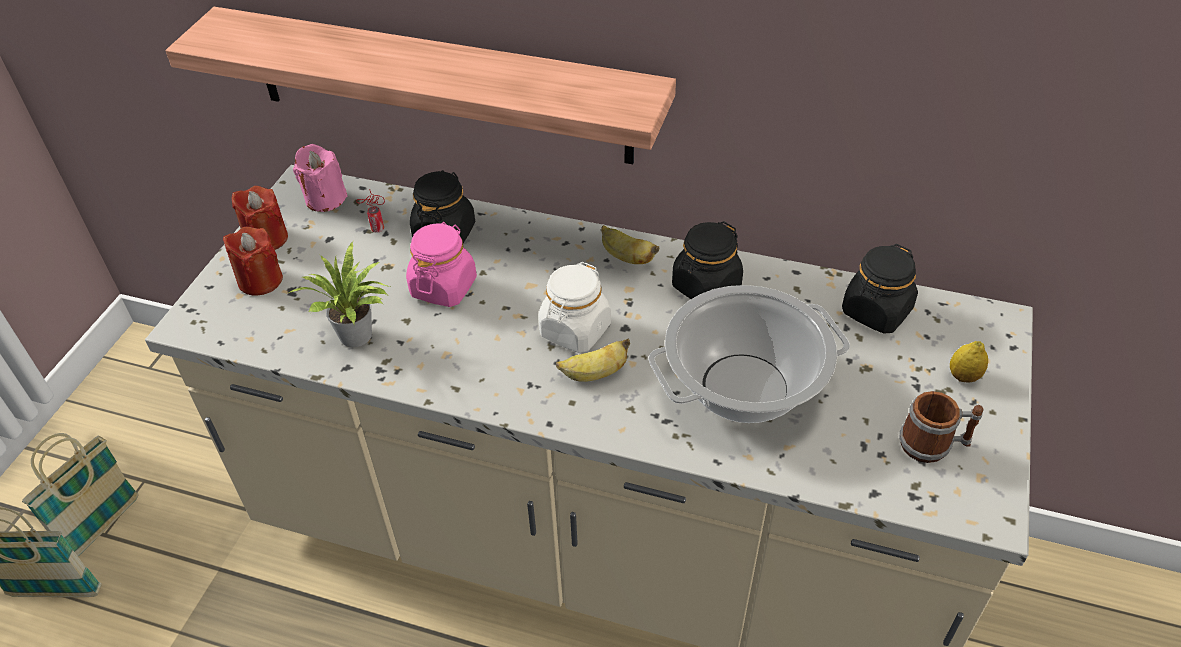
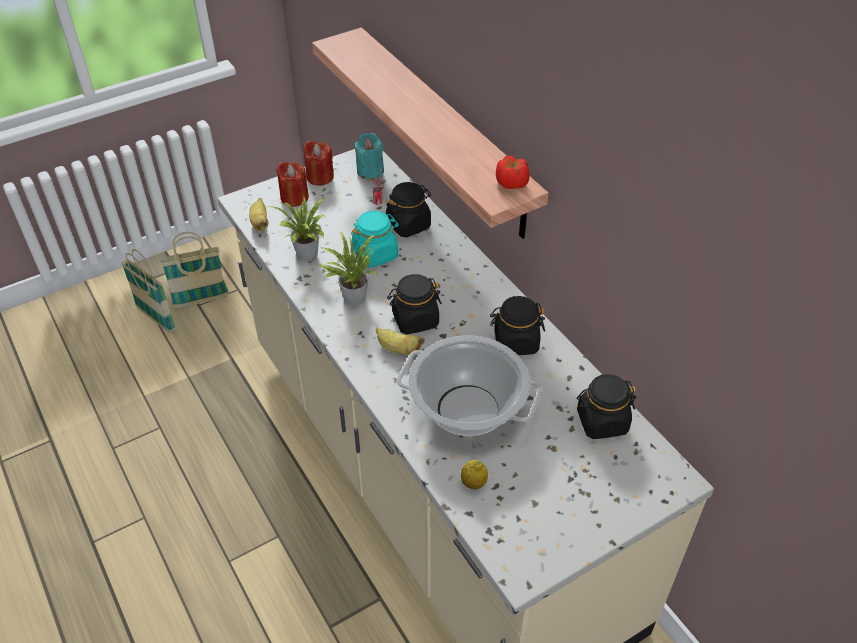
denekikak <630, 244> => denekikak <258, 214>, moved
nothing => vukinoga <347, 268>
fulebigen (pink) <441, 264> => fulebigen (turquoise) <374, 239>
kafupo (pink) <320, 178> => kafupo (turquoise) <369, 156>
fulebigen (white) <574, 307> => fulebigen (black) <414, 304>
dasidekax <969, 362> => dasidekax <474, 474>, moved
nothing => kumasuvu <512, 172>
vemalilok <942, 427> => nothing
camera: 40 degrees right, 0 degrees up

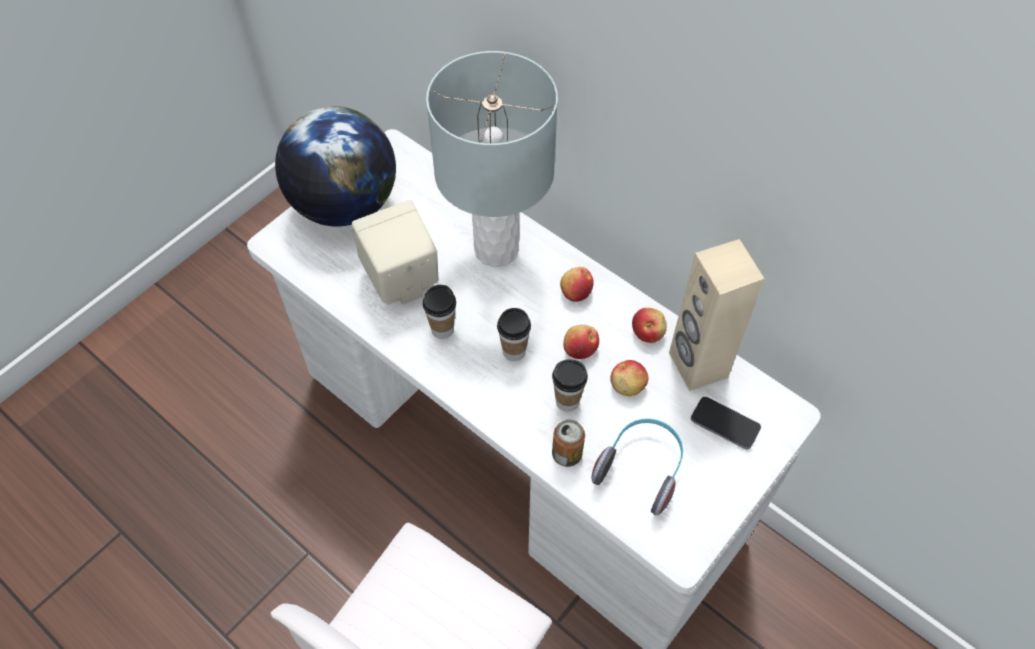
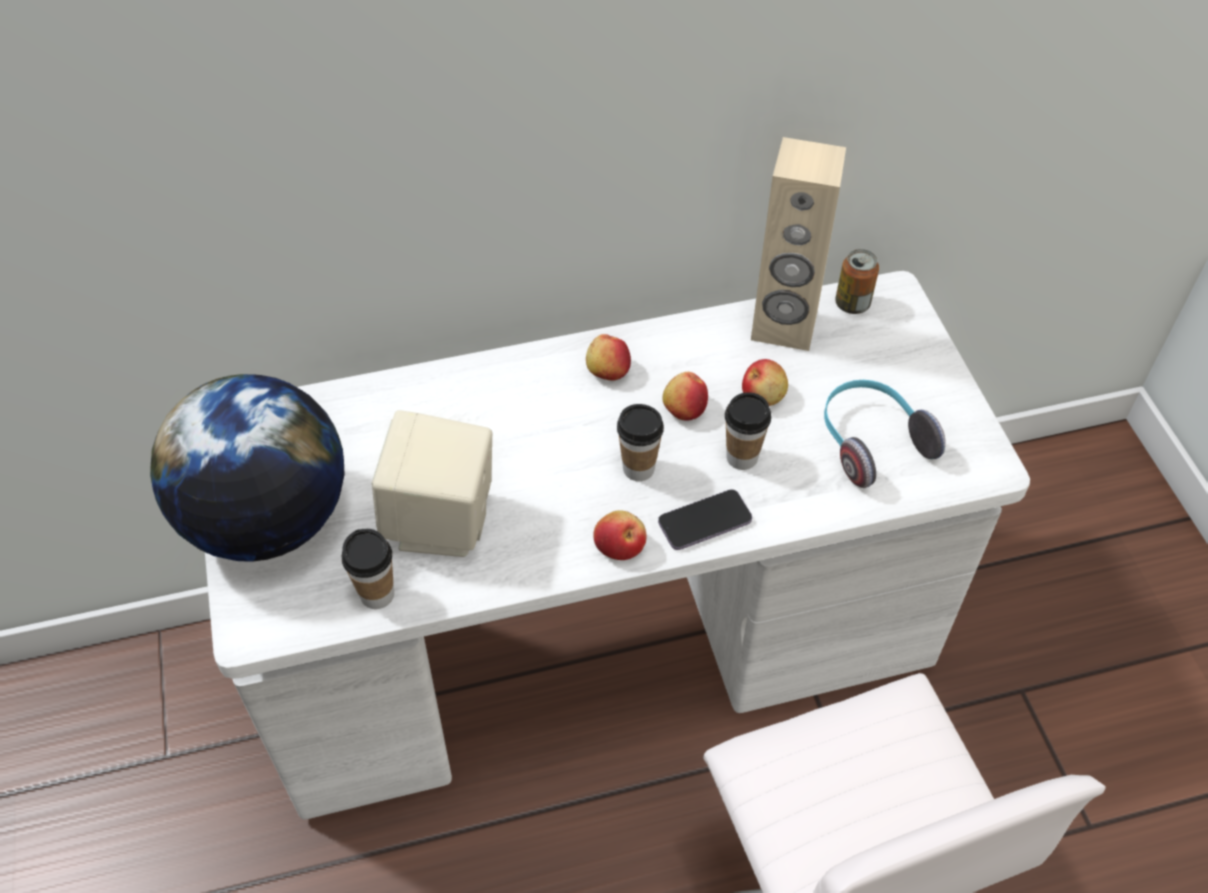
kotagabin <439, 312> => kotagabin <368, 569>, moved
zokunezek <649, 325> => zokunezek <620, 535>, moved
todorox <726, 423> => todorox <705, 519>, moved
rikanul <568, 443> => rikanul <857, 281>, moved
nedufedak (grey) <492, 159> => nothing
camera: 55 degrees left, 5 degrees down

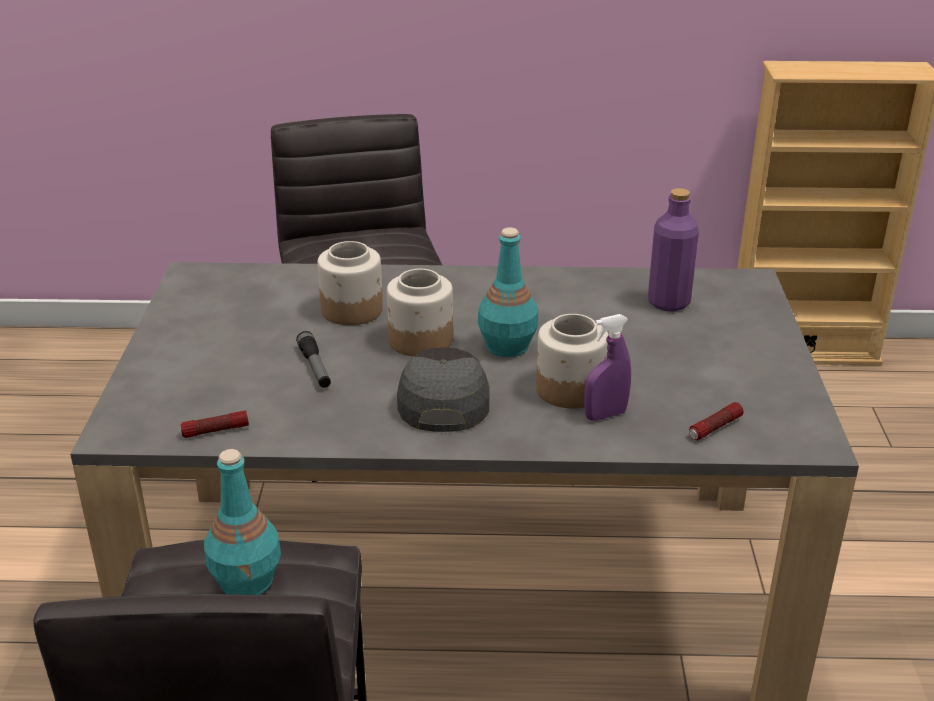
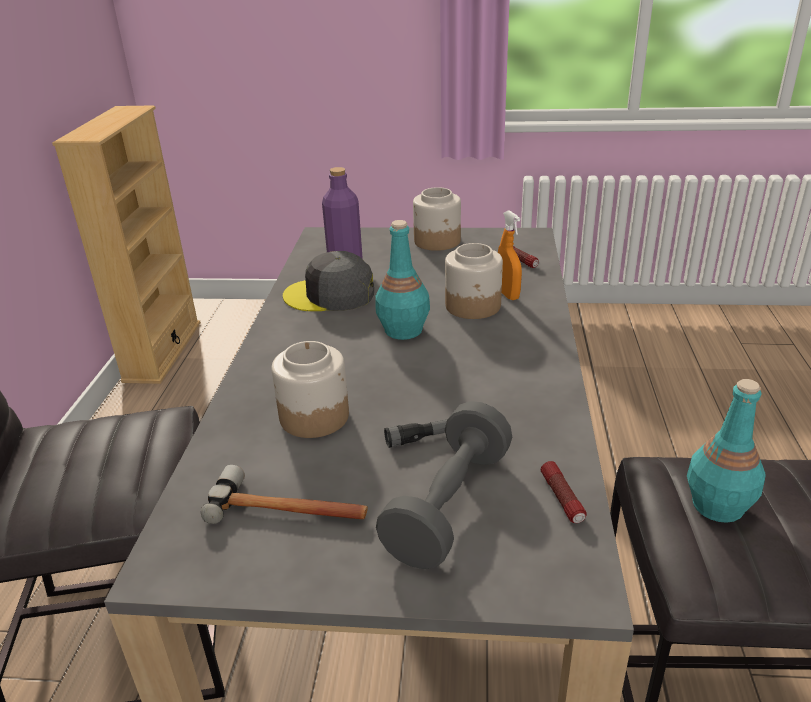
nothing => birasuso <284, 494>
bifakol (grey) <443, 389> => bifakol (grey) <328, 281>, moved
nothing => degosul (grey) <444, 485>
fulebigen <420, 313> => fulebigen <437, 219>, moved
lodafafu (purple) <607, 367> => lodafafu (orange) <510, 255>
camera: 85 degrees left, 0 degrees up

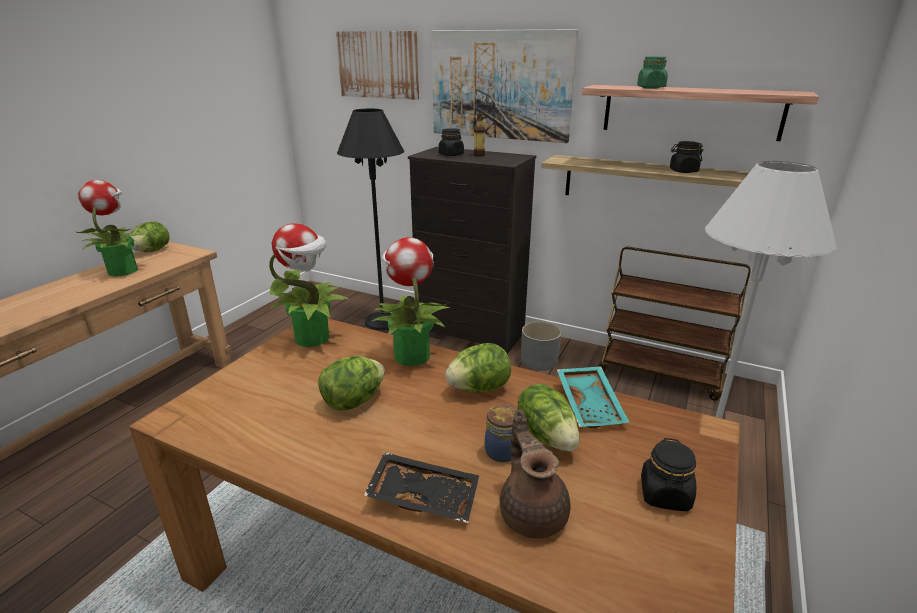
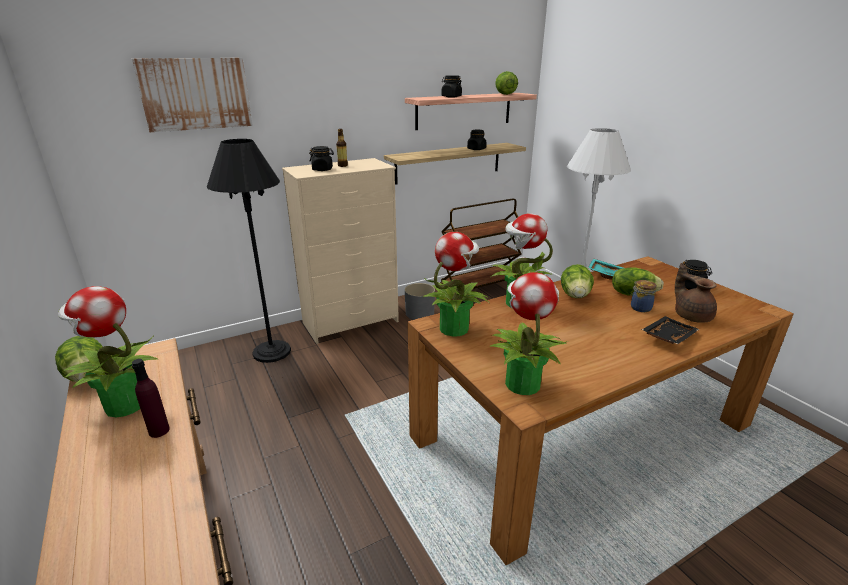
nothing => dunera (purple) <151, 398>
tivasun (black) <472, 250> => tivasun (beige) <340, 251>
fulebigen (green) <652, 72> => fulebigen (black) <451, 86>
nothing => vukinoga <528, 333>
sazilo <351, 383> => sazilo <506, 83>, moved
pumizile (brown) <535, 474> => pumizile (brown) <696, 293>, 45 degrees clockwise
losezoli <505, 86> => nothing
camera: 55 degrees left, 0 degrees up

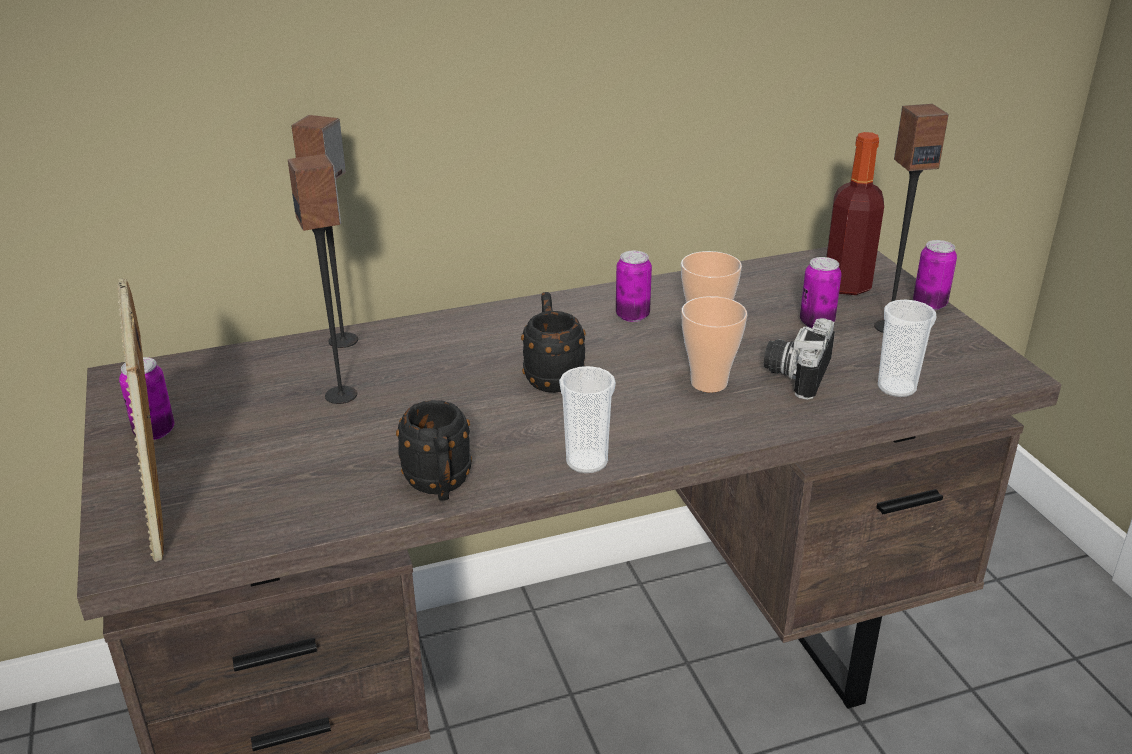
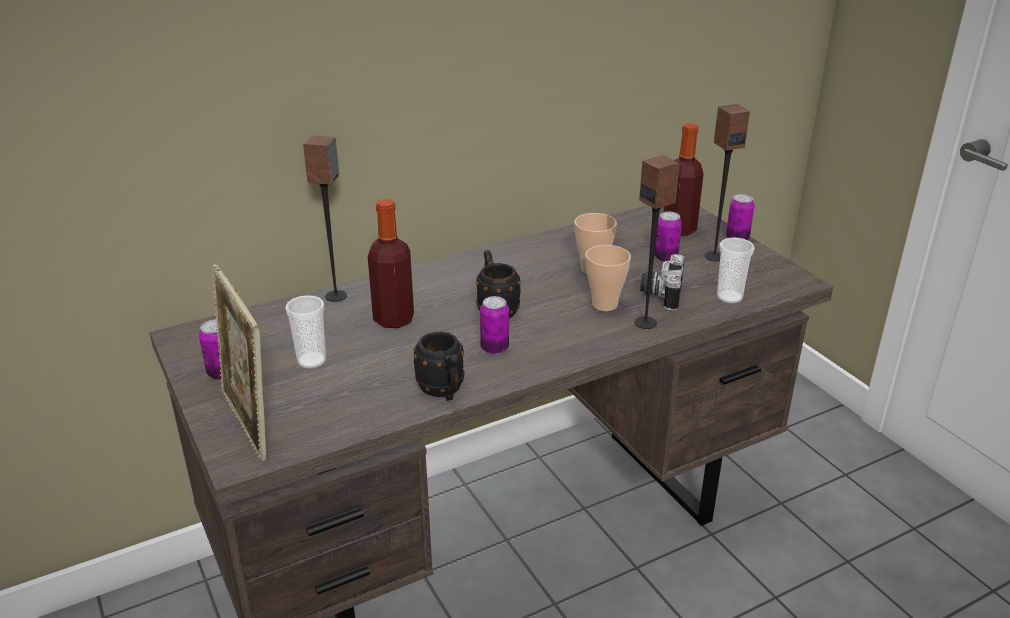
kotagabin <587, 419> => kotagabin <305, 332>, moved
nothing => dunera <391, 263>
rikanul <634, 286> => rikanul <494, 325>, moved
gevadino <322, 279> => gevadino <657, 242>, moved
camera: 10 degrees left, 0 degrees up

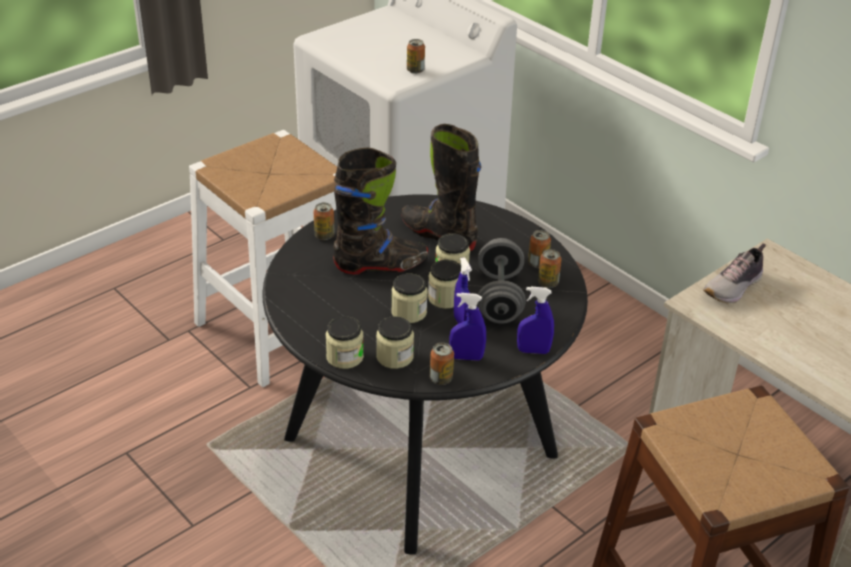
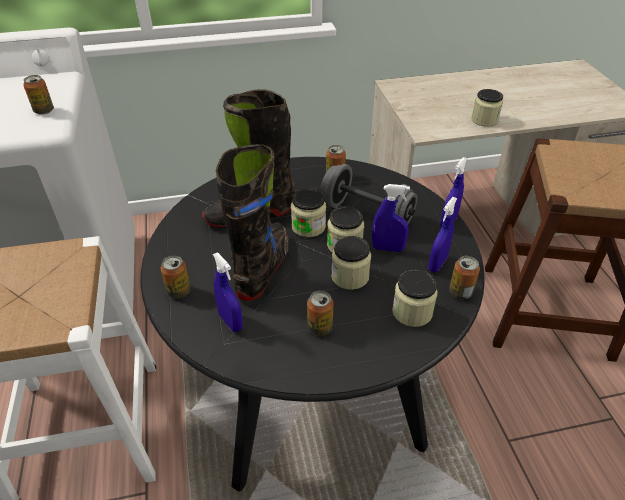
nothing => lodafafu (blue) <228, 292>
rikanul <550, 268> => rikanul <320, 313>, moved
fulebigen <345, 342> => fulebigen <487, 108>, moved
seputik <734, 273> => nothing
camera: 60 degrees left, 5 degrees up

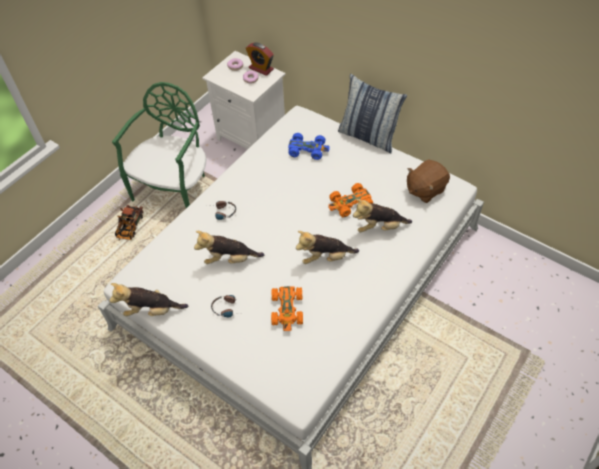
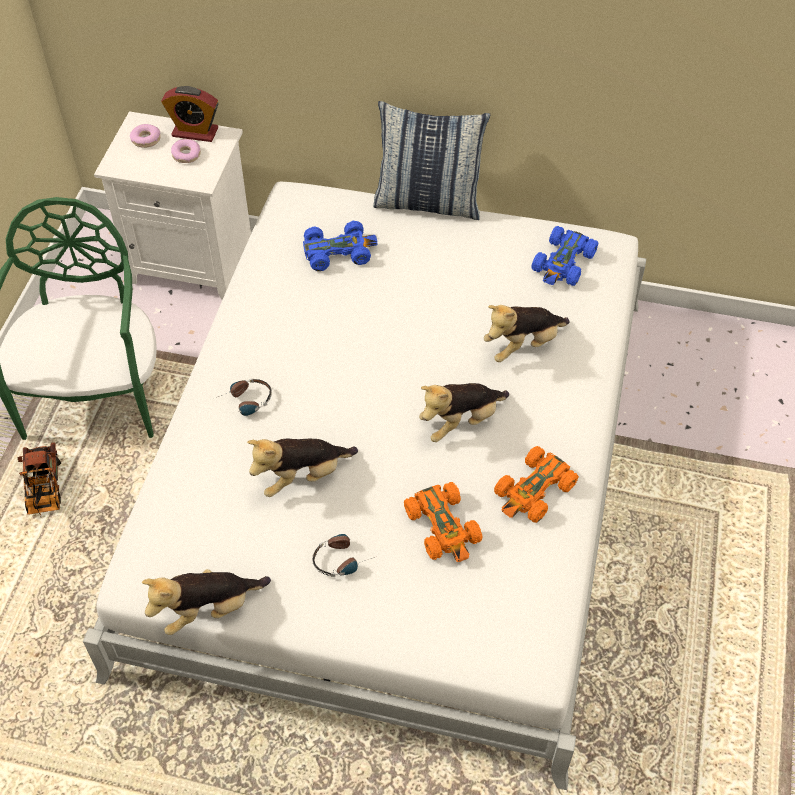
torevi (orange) <350, 200> => torevi (orange) <536, 484>, moved
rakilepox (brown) <428, 181> => torevi (blue) <565, 256>
camera: 25 degrees left, 0 degrees up

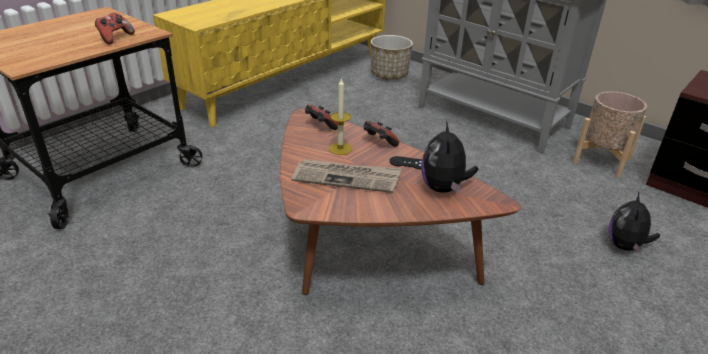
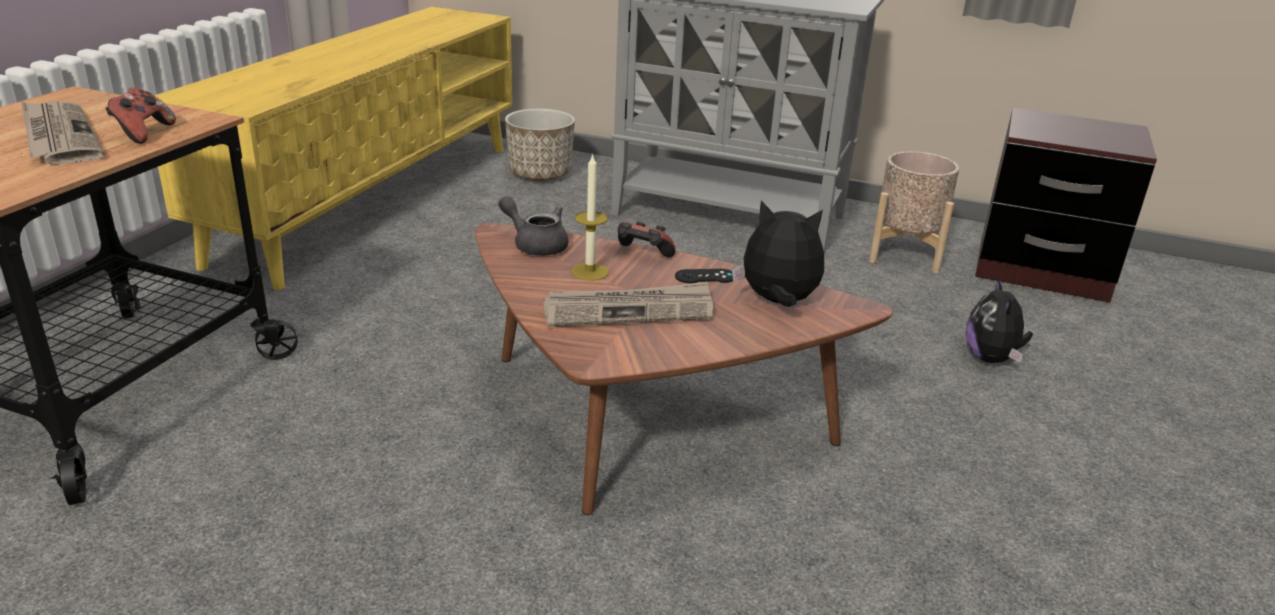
nothing => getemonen <63, 133>
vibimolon <321, 117> => pumizile (grey) <533, 226>
rakilepox <449, 157> => rakilepox <778, 253>, 120 degrees clockwise
camera: 20 degrees left, 5 degrees down

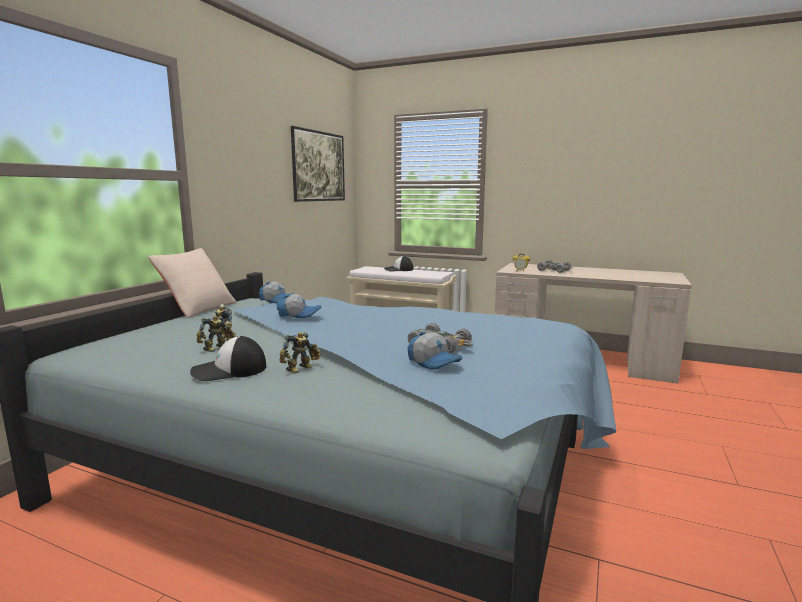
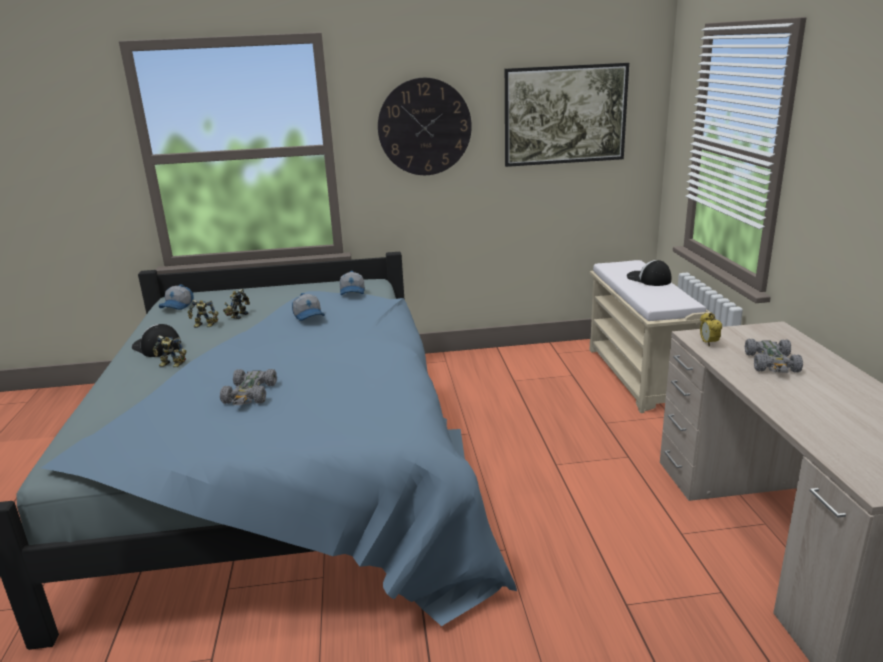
bifakol <435, 351> => bifakol <176, 297>, moved
nothing => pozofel <425, 126>
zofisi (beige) <192, 283> => nothing
camera: 60 degrees right, 10 degrees up

